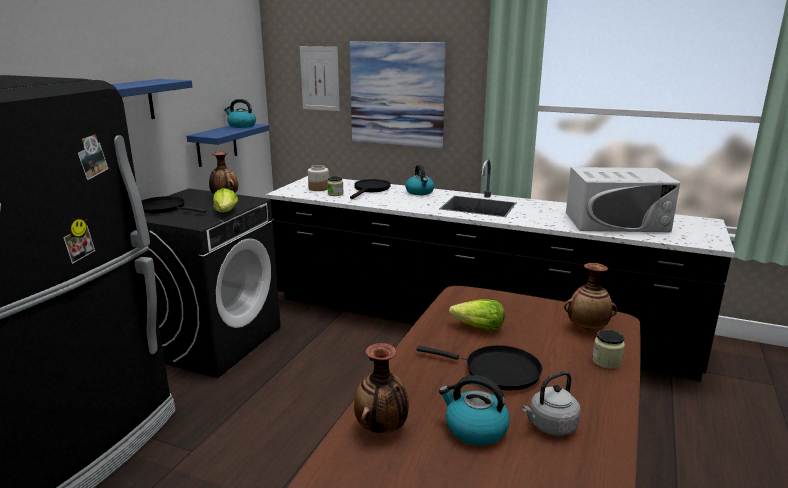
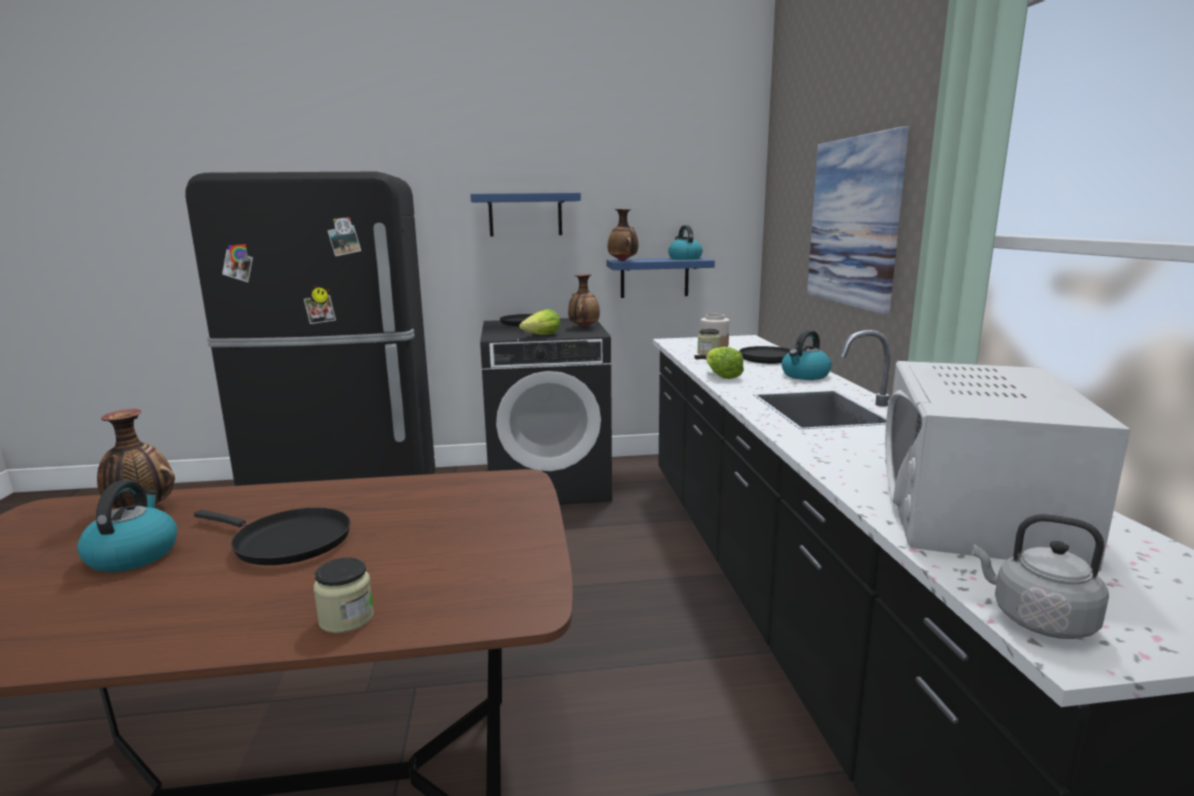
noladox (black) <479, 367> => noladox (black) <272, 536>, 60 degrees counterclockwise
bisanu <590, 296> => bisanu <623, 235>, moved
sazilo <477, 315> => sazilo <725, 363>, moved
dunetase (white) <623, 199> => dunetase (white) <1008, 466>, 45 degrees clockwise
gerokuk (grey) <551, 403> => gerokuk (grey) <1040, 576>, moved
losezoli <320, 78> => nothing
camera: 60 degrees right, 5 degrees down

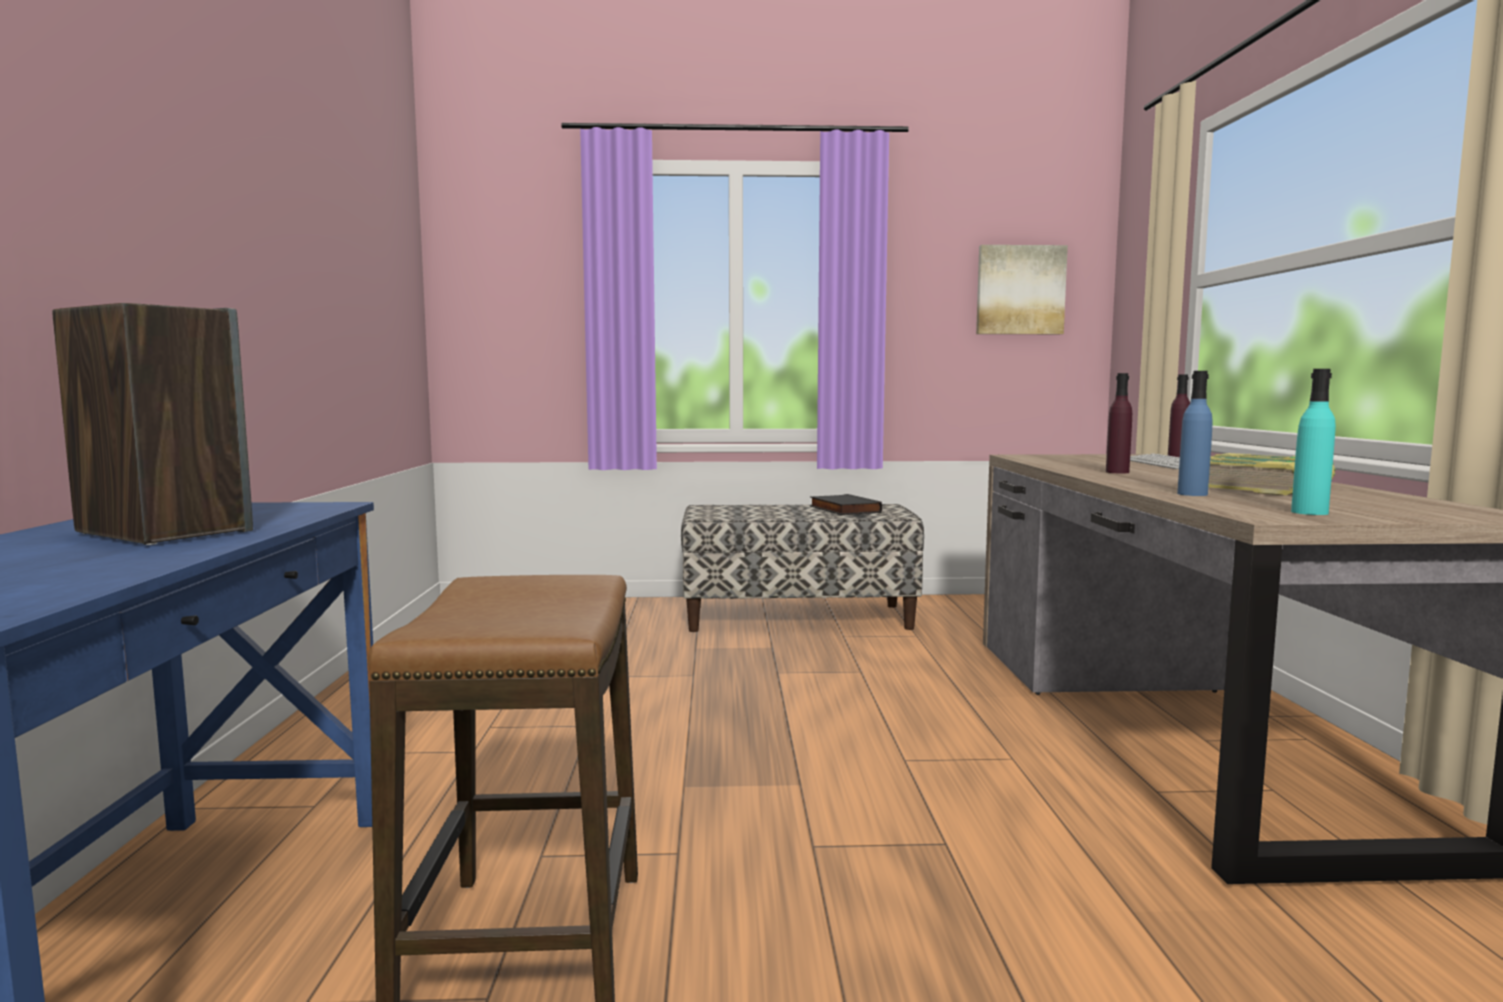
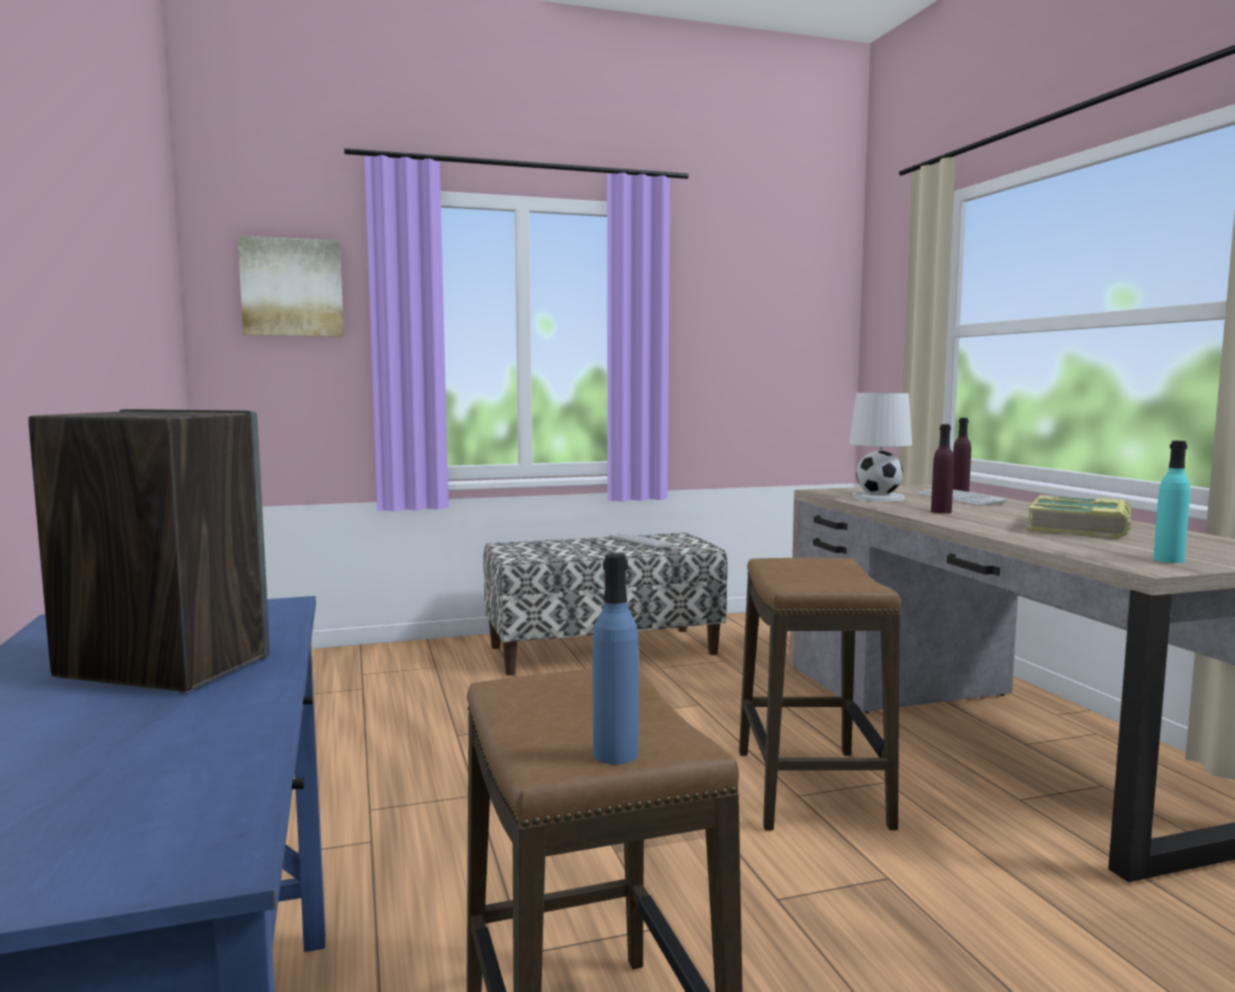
losezoli <1022, 289> => losezoli <291, 286>, moved
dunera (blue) <1195, 433> => dunera (blue) <616, 658>, moved
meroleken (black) <846, 504> => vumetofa <644, 541>
nothing => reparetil <820, 694>
nothing => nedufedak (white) <880, 447>
camera: 15 degrees left, 0 degrees up

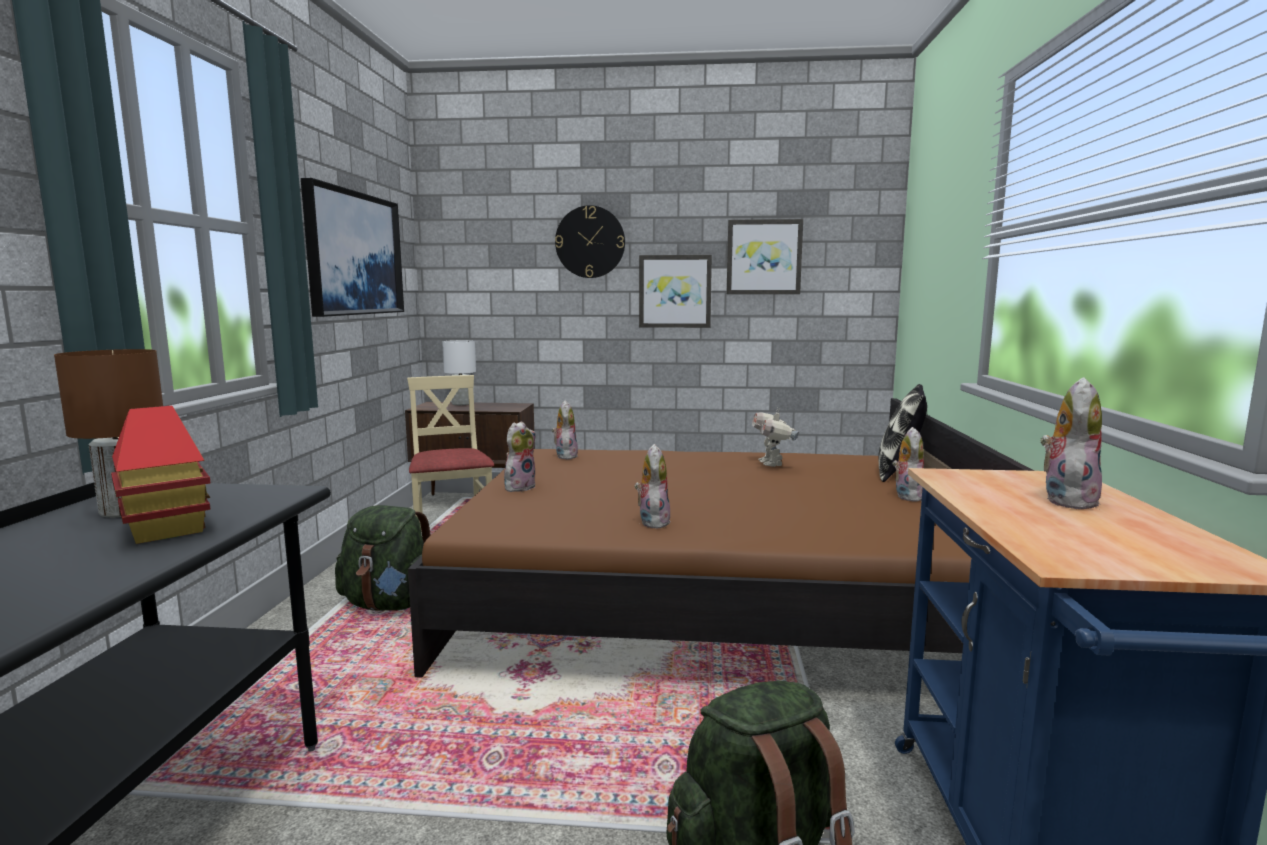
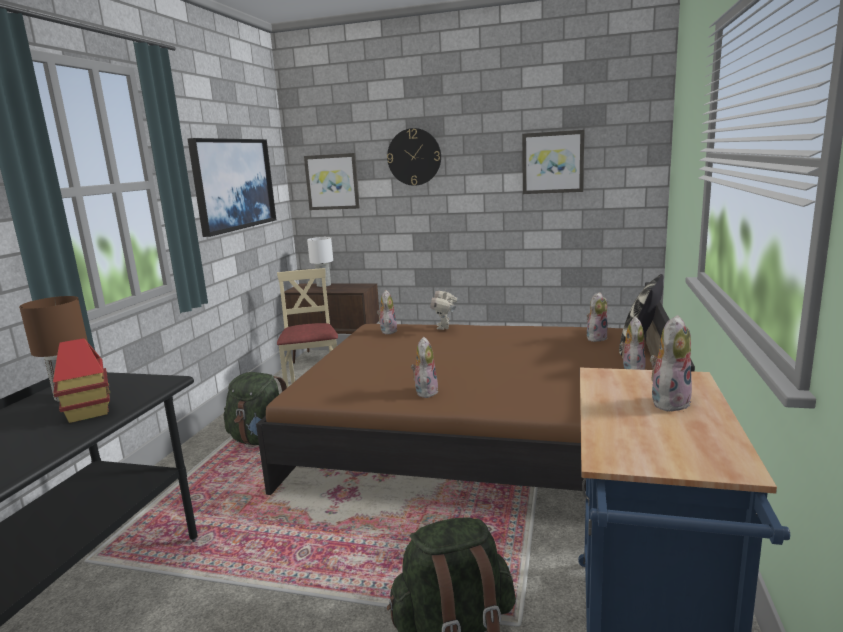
losezoli <675, 291> => losezoli <332, 181>, moved
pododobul <775, 437> => pododobul <444, 310>, moved
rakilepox <520, 456> => rakilepox <597, 317>, moved
camera: 10 degrees right, 5 degrees up

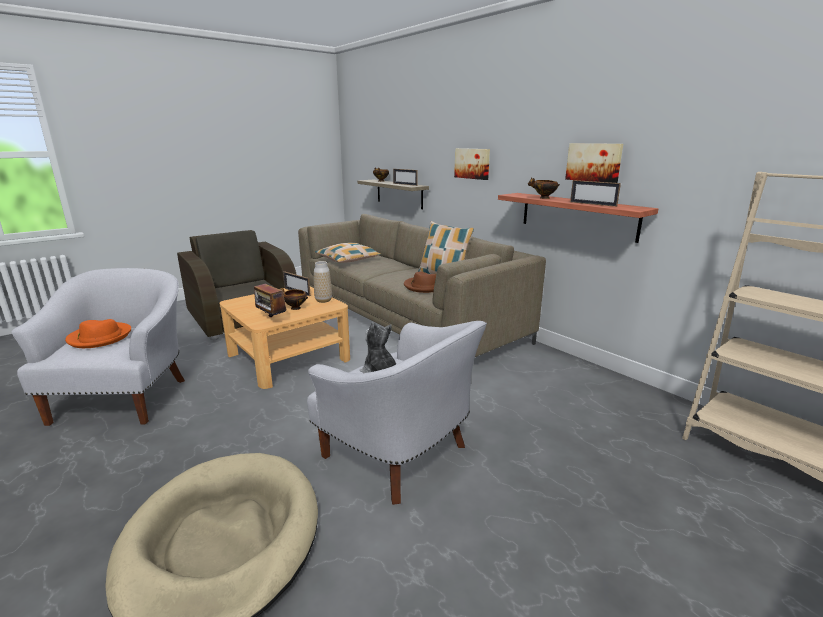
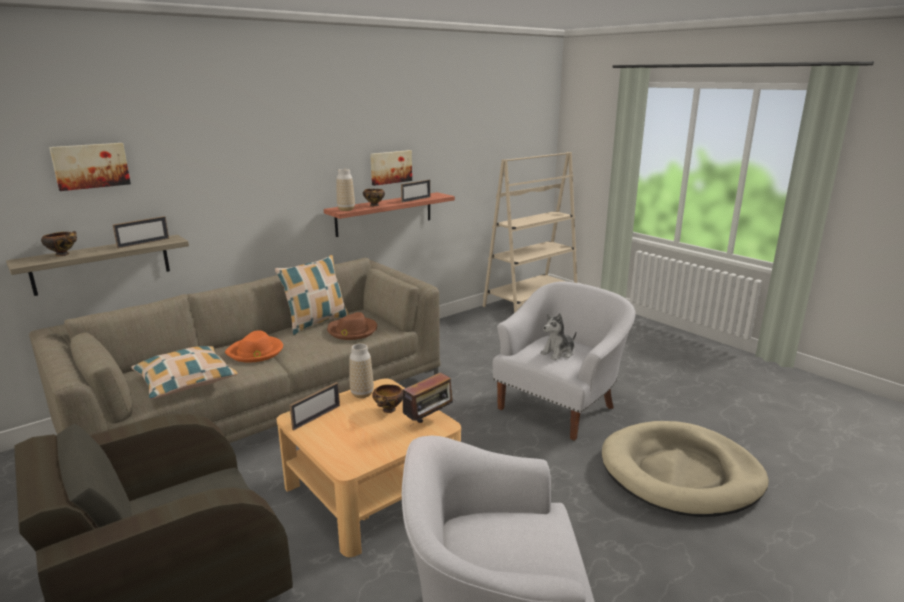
losezoli <472, 164> => losezoli <90, 167>, moved
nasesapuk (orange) <98, 333> => nasesapuk (orange) <254, 346>, moved
nothing => bisanu <346, 190>
camera: 90 degrees left, 0 degrees up

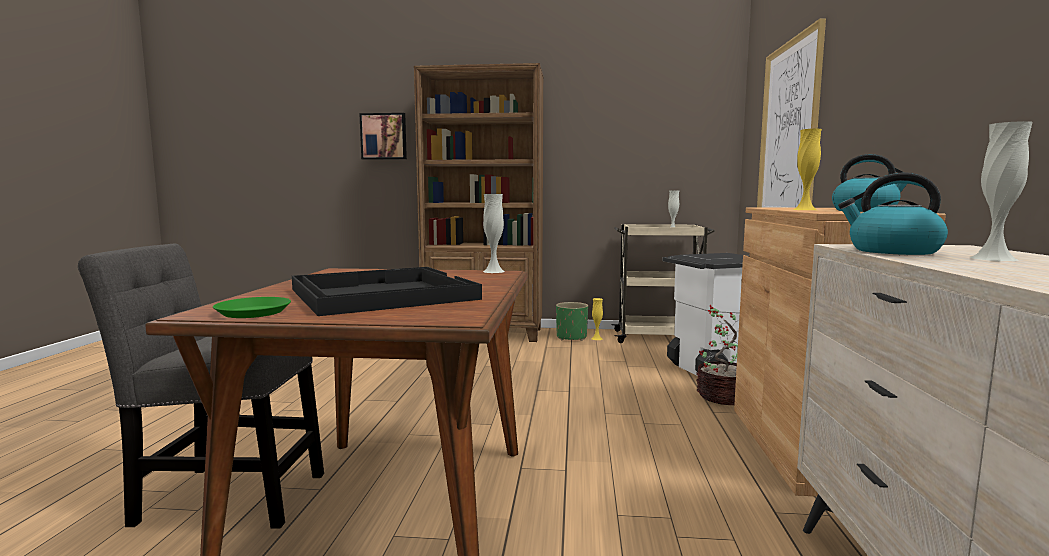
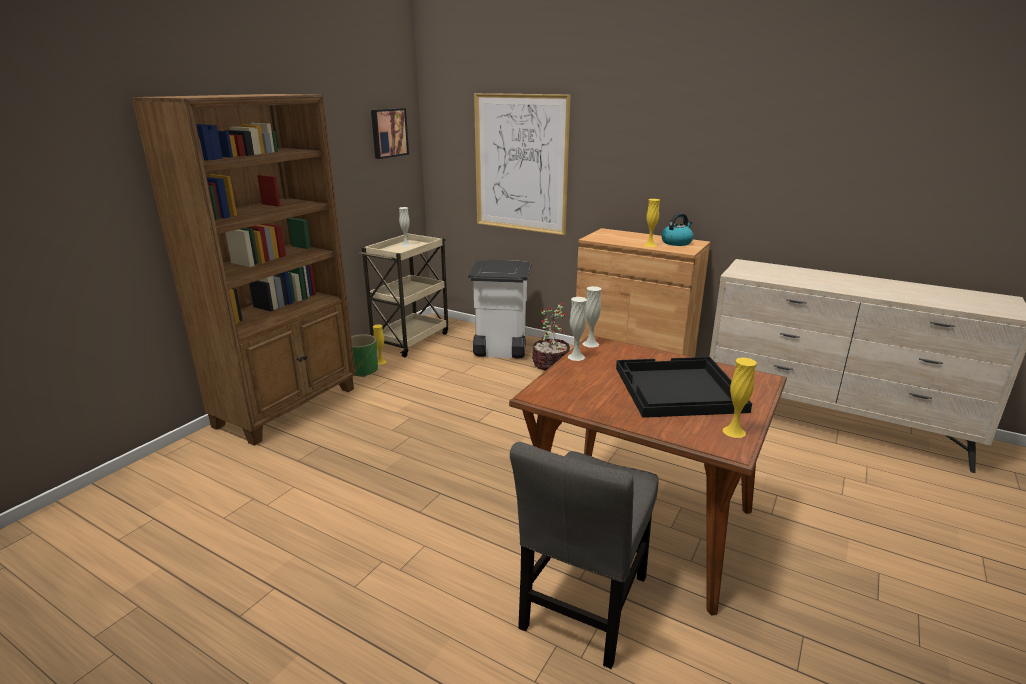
losezoli <383, 136> => losezoli <390, 133>, moved
bisanu (white) <1001, 191> => bisanu (white) <577, 329>, moved
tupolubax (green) <252, 307> => bisanu (yellow) <740, 398>
gerokuk <893, 213> => nothing
camera: 65 degrees left, 15 degrees up

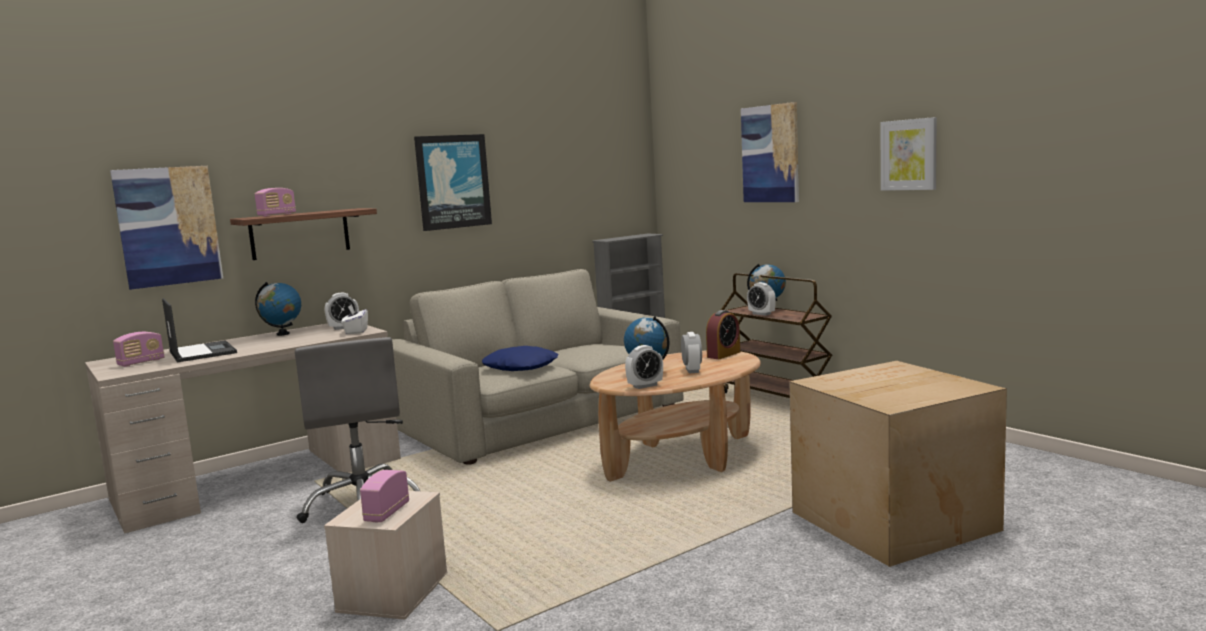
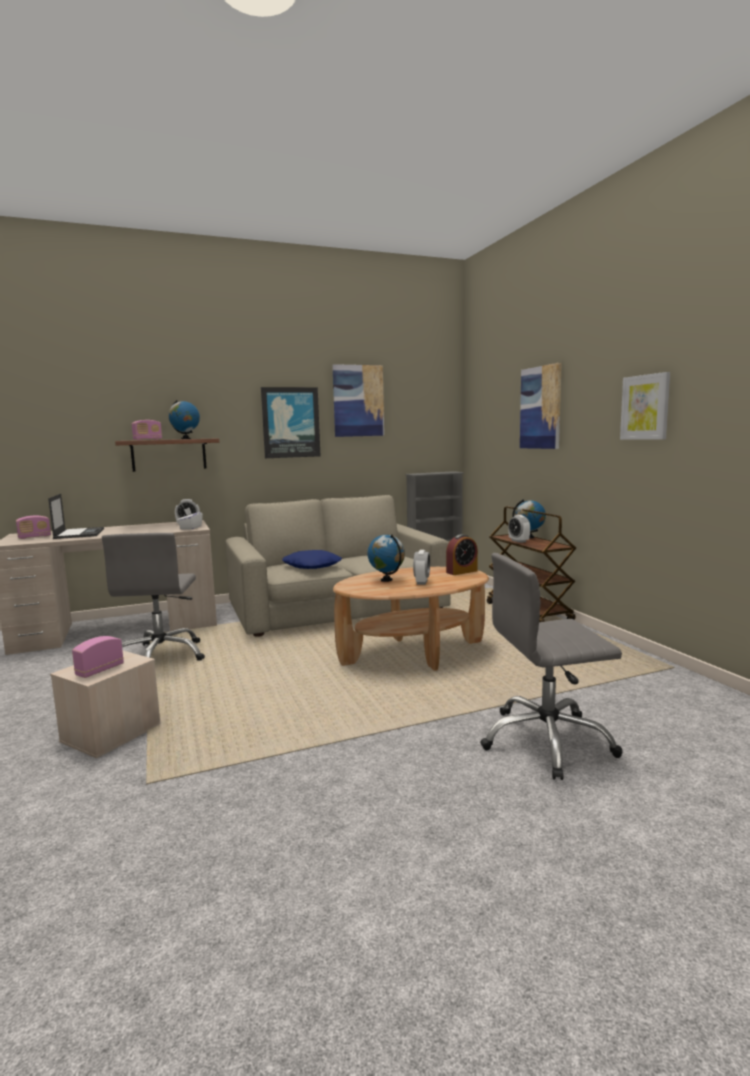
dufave <278, 309> => dufave <184, 419>, moved
losezoli <166, 228> => losezoli <358, 400>, moved
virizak <898, 464> => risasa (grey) <551, 666>
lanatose <644, 367> => nothing
camera: 15 degrees right, 0 degrees up

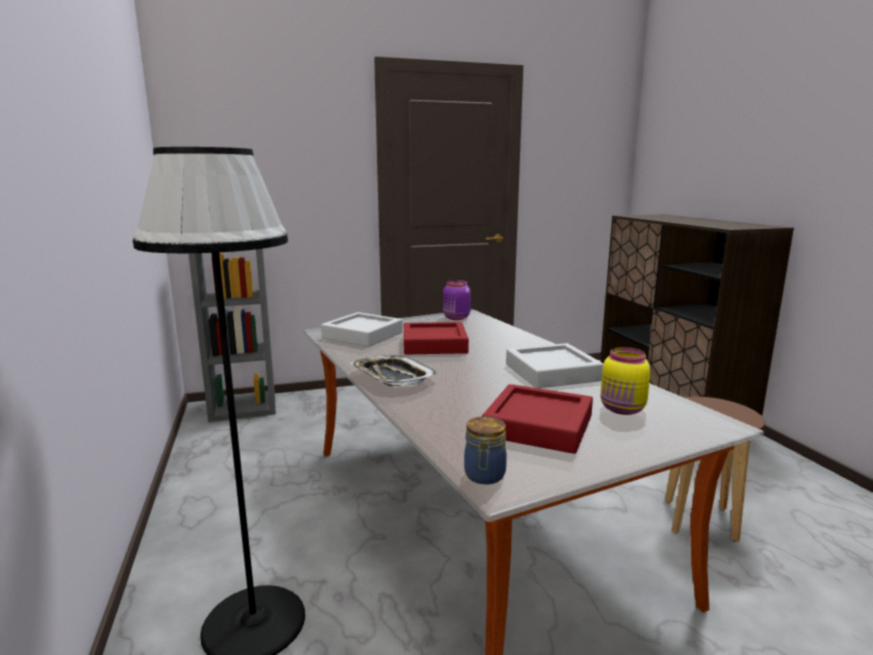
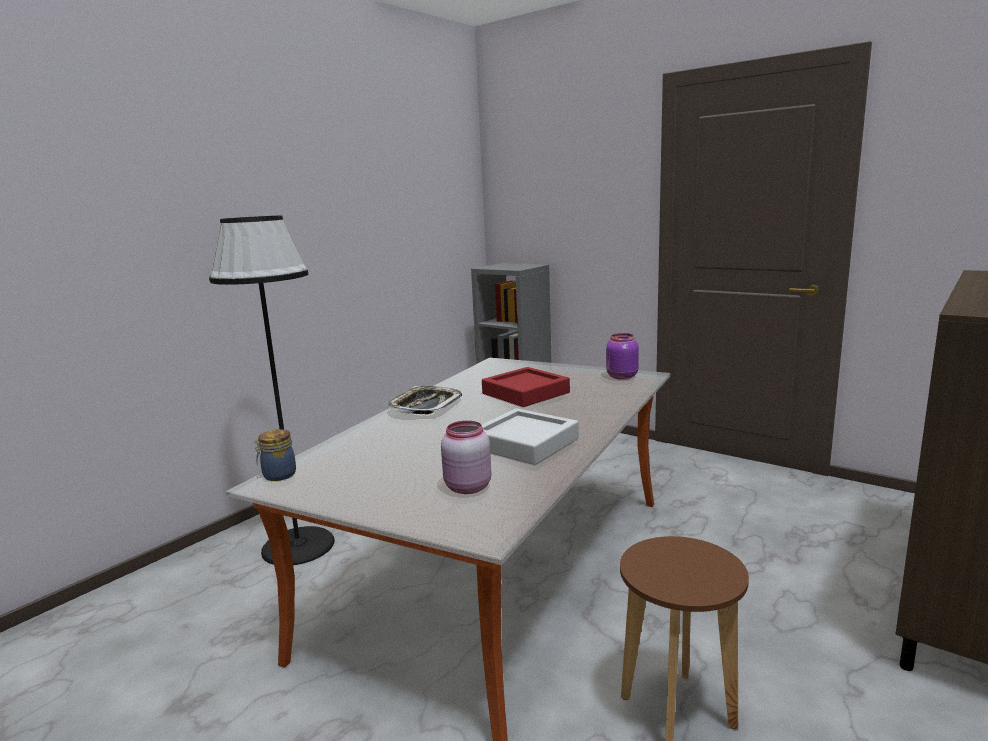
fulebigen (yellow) <625, 381> => fulebigen (pink) <466, 457>
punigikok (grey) <362, 329> => nothing
punigikok (red) <537, 419> => nothing
camera: 55 degrees right, 0 degrees up

